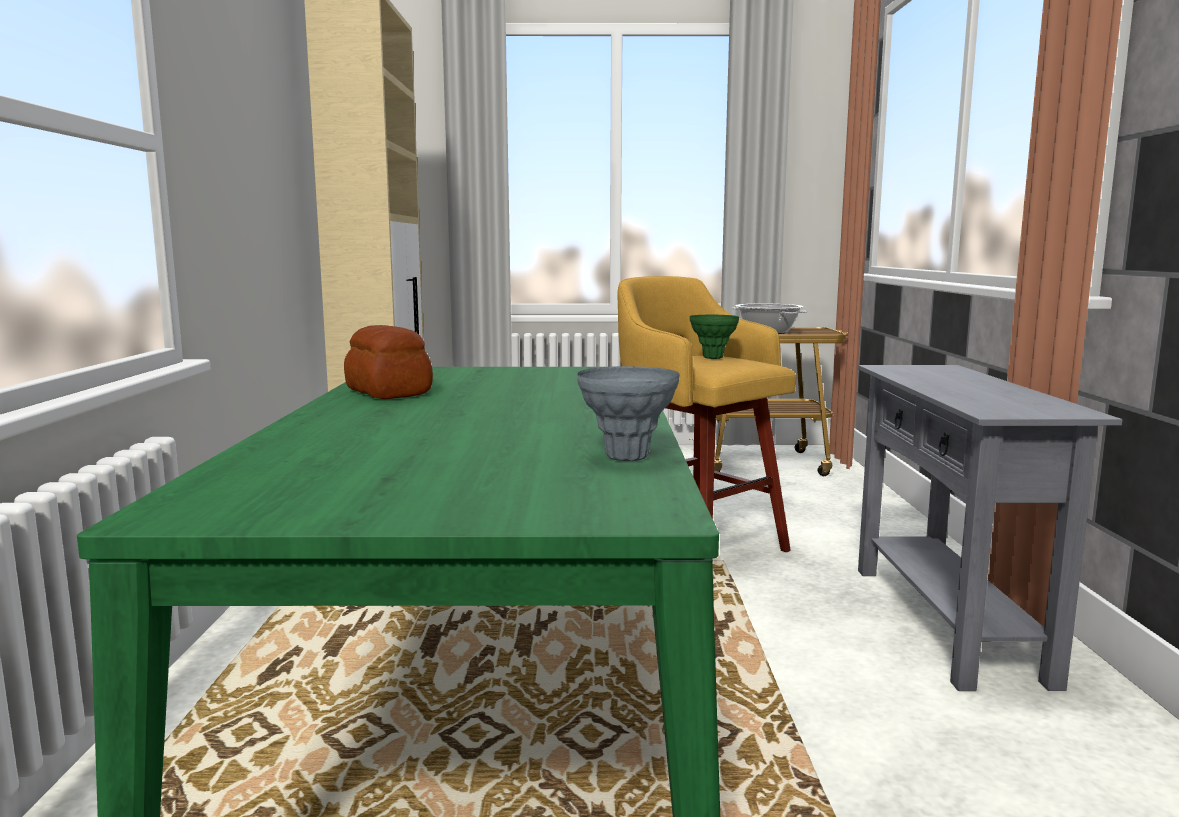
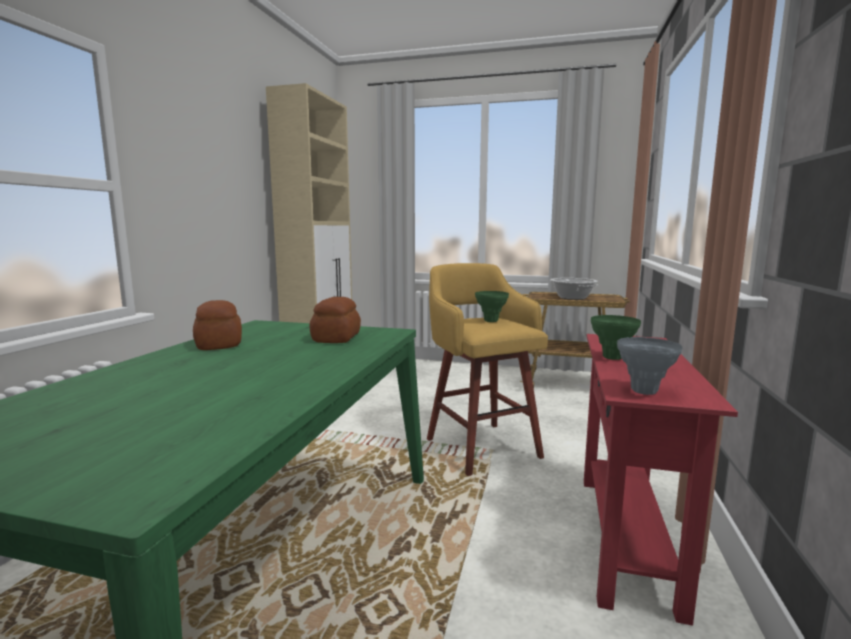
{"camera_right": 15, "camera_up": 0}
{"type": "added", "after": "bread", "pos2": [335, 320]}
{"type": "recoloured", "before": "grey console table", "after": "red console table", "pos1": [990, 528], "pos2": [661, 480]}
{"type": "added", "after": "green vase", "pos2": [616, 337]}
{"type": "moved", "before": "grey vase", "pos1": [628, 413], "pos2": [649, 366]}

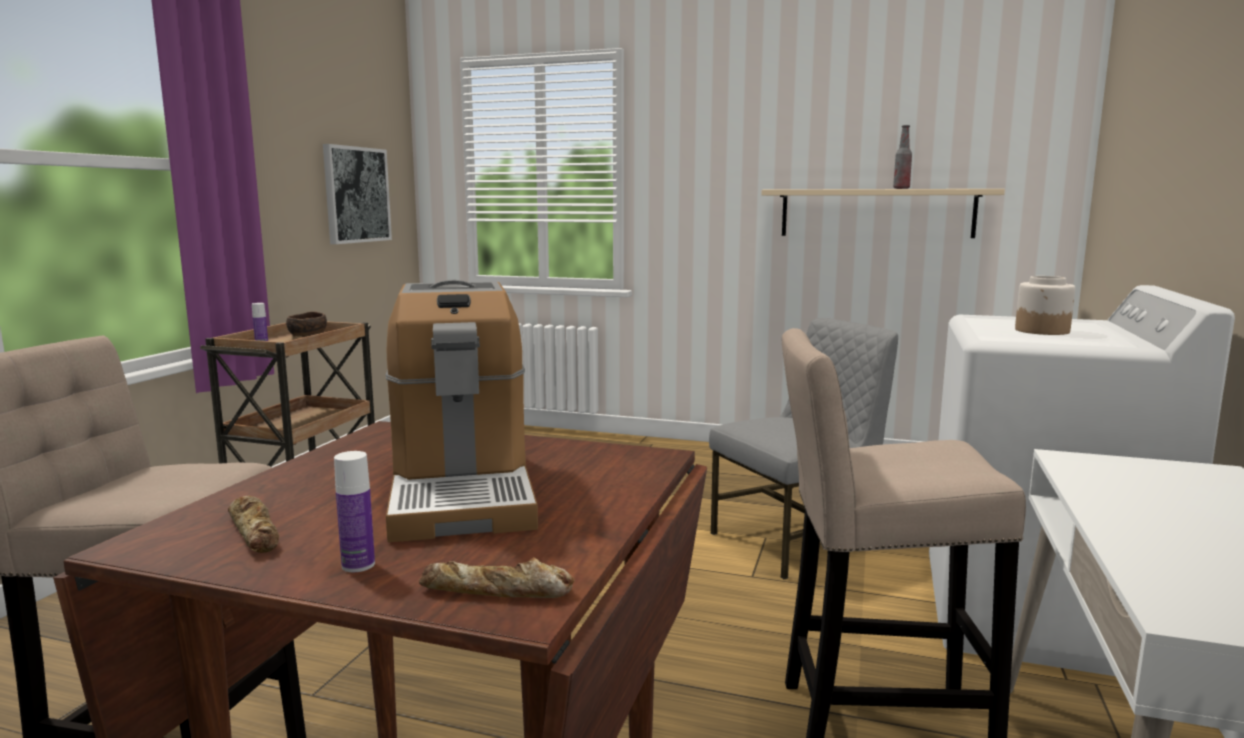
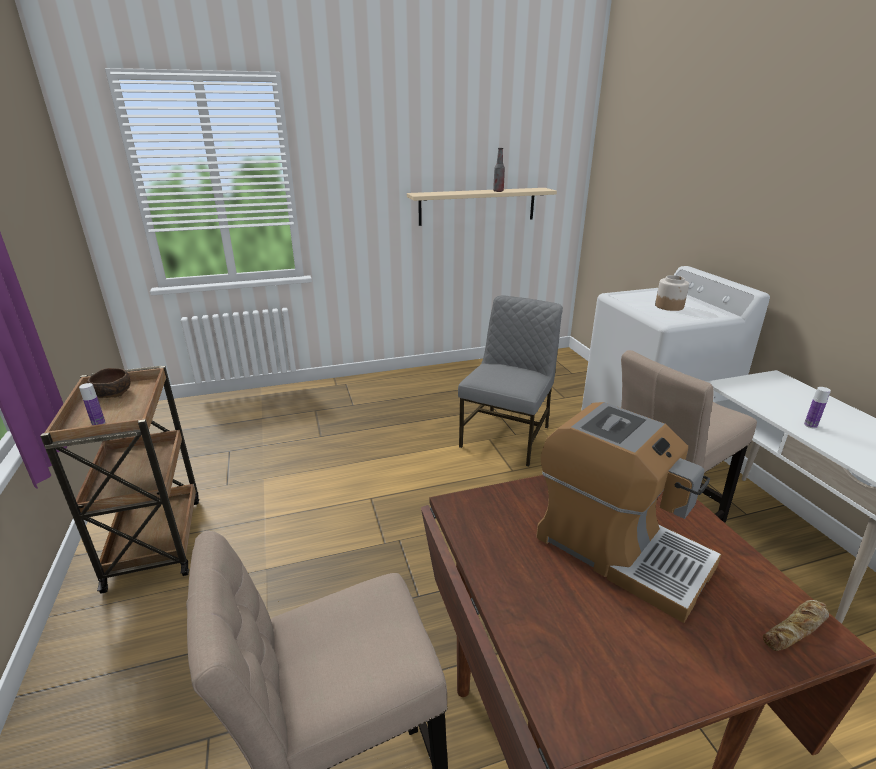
{"camera_right": -35, "camera_up": 15}
{"type": "moved", "before": "bottle", "pos1": [354, 511], "pos2": [817, 407]}
{"type": "removed", "before": "bread", "pos1": [253, 524]}
{"type": "removed", "before": "picture", "pos1": [357, 194]}

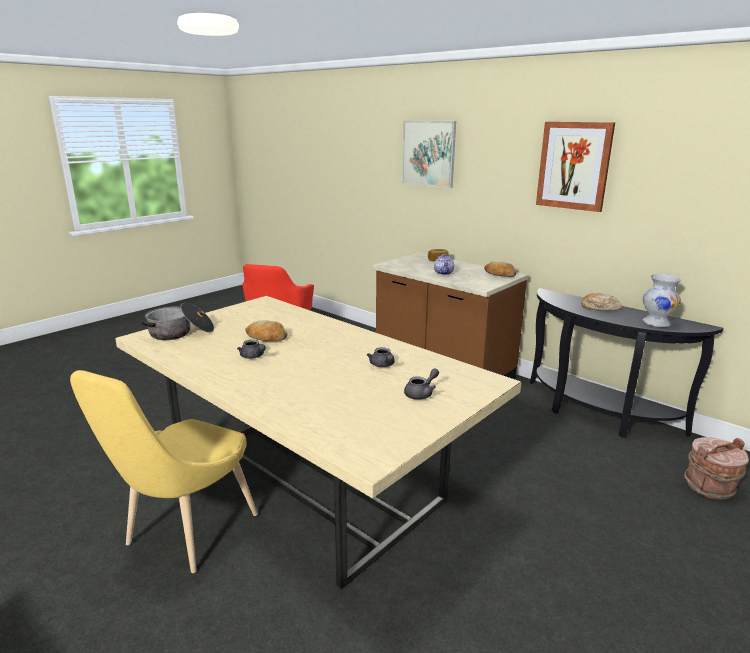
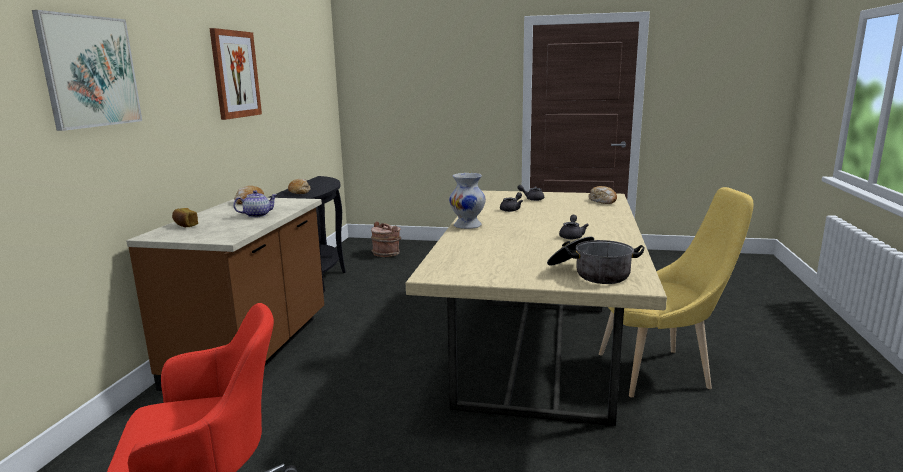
{"camera_right": -120, "camera_up": -5}
{"type": "moved", "before": "white vase", "pos1": [662, 300], "pos2": [467, 201]}
{"type": "moved", "before": "bread", "pos1": [266, 330], "pos2": [602, 195]}

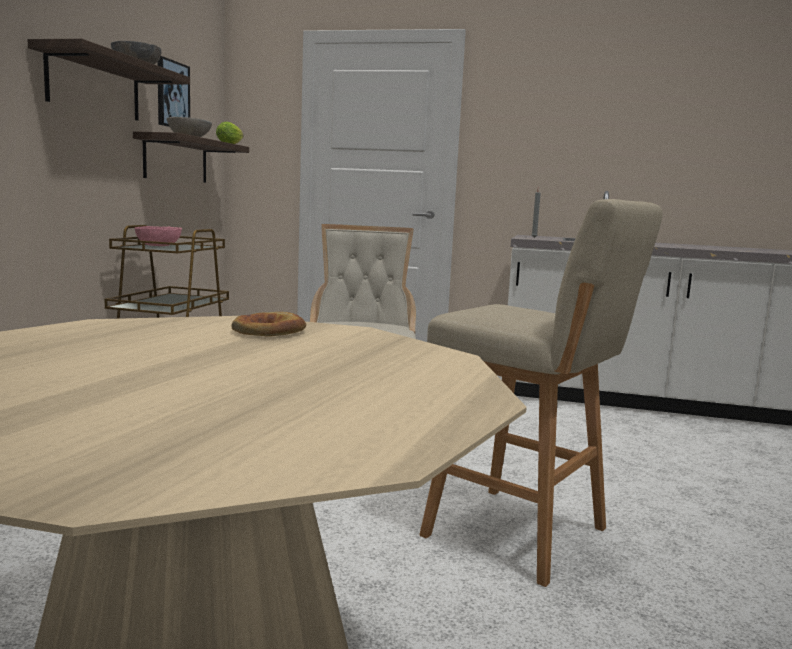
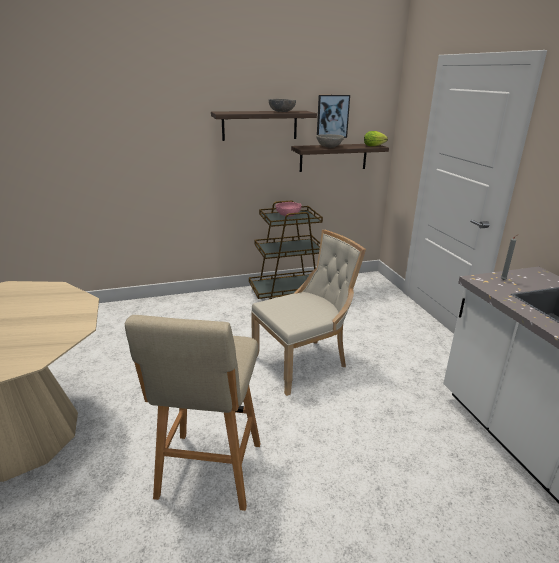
{"camera_right": 60, "camera_up": 15}
{"type": "removed", "before": "bread", "pos1": [268, 324]}

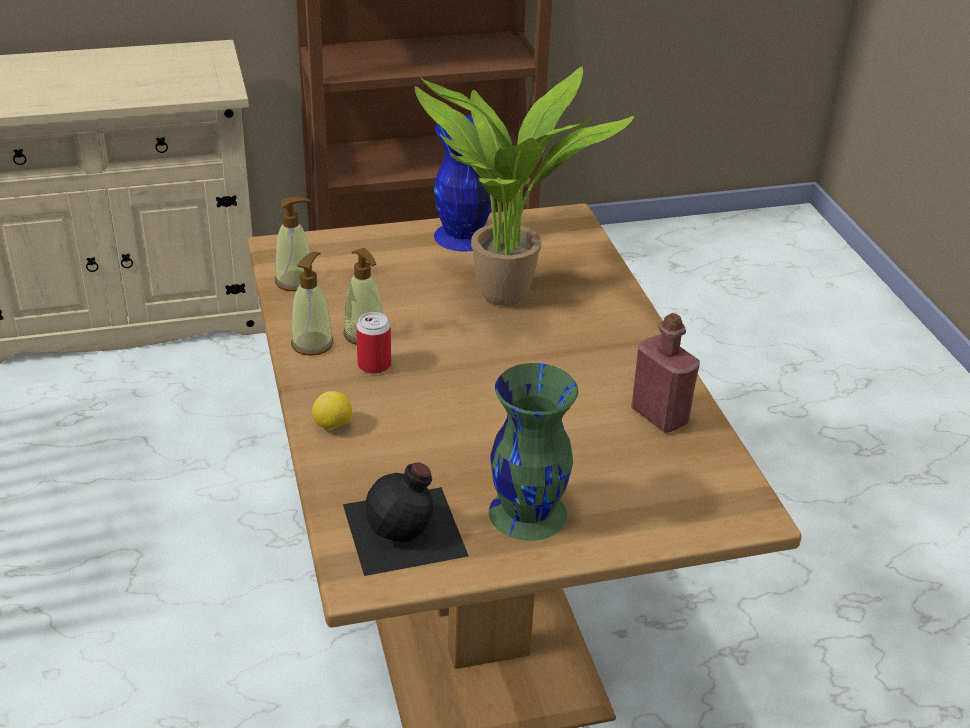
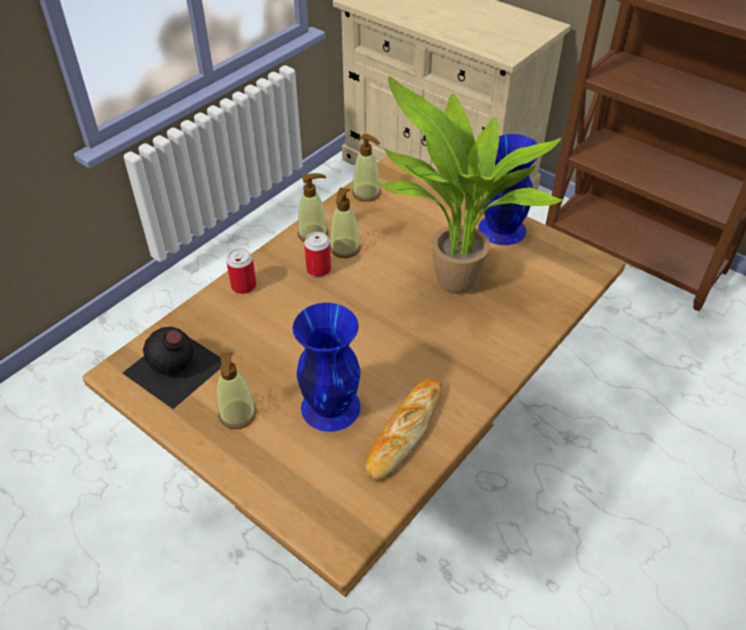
{"camera_right": 55, "camera_up": 10}
{"type": "replaced", "before": "green vase", "after": "soap dispenser", "pos1": [533, 452], "pos2": [237, 390]}
{"type": "replaced", "before": "lemon", "after": "can", "pos1": [332, 410], "pos2": [241, 271]}
{"type": "added", "after": "blue vase", "pos2": [326, 367]}
{"type": "replaced", "before": "red bottle", "after": "bread", "pos1": [665, 373], "pos2": [403, 429]}

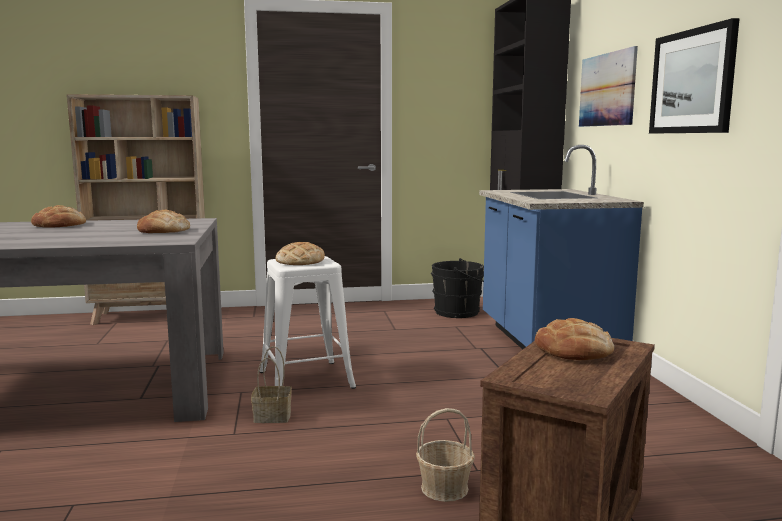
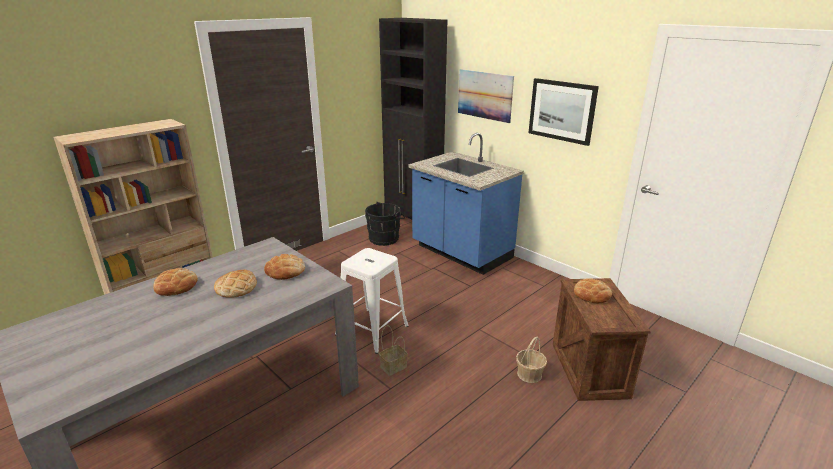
{"camera_right": -35, "camera_up": 15}
{"type": "moved", "before": "bread", "pos1": [300, 253], "pos2": [235, 283]}

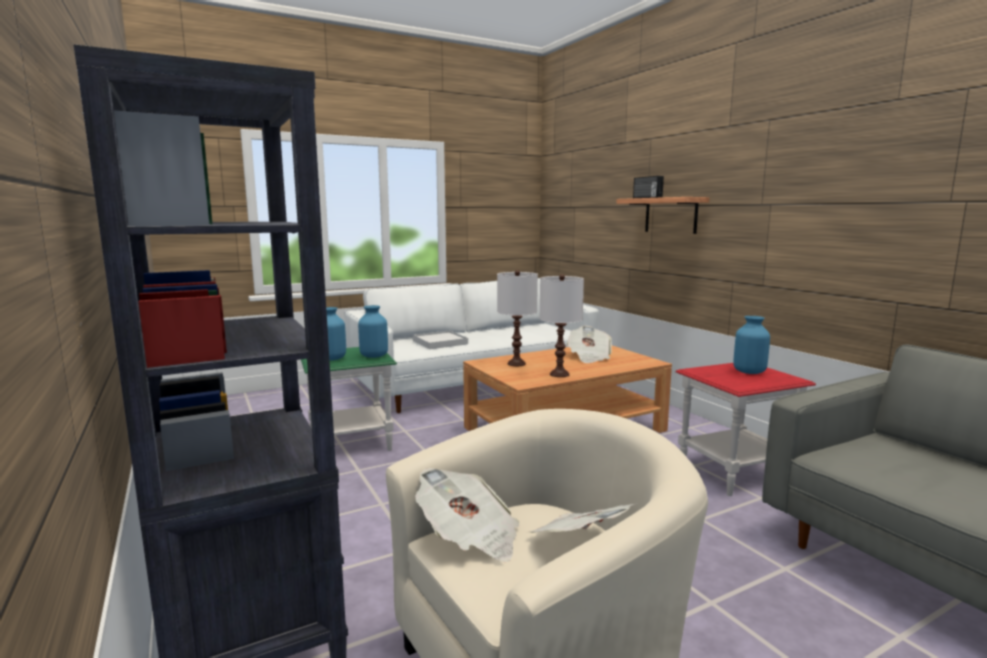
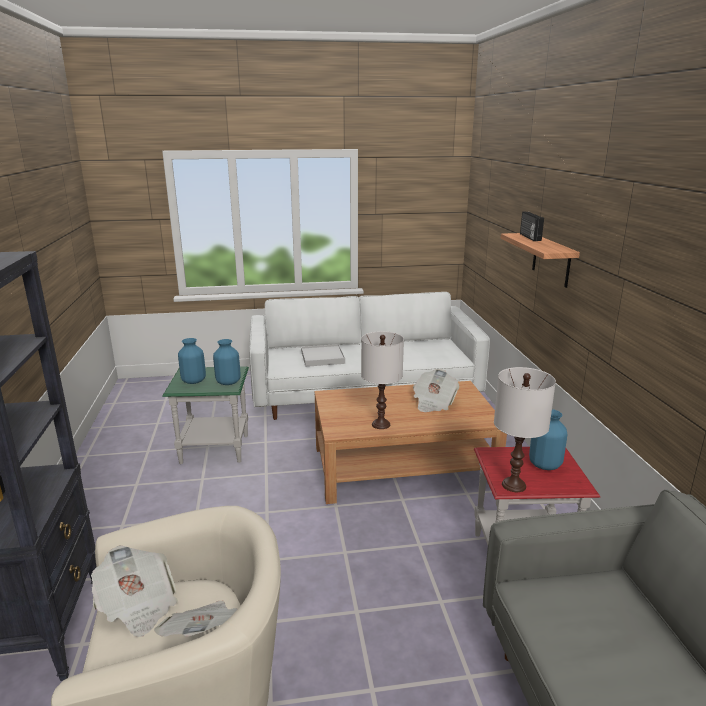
{"camera_right": 20, "camera_up": 10}
{"type": "moved", "before": "white table lamp", "pos1": [517, 318], "pos2": [525, 429]}

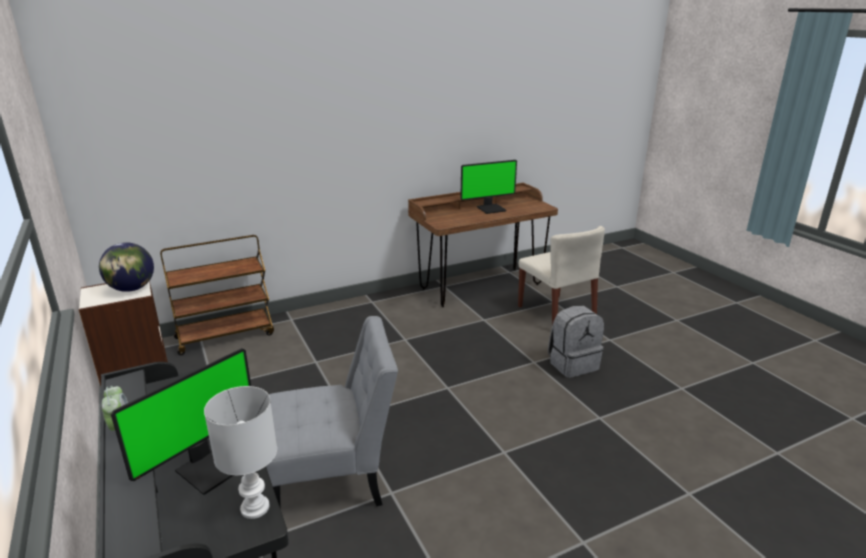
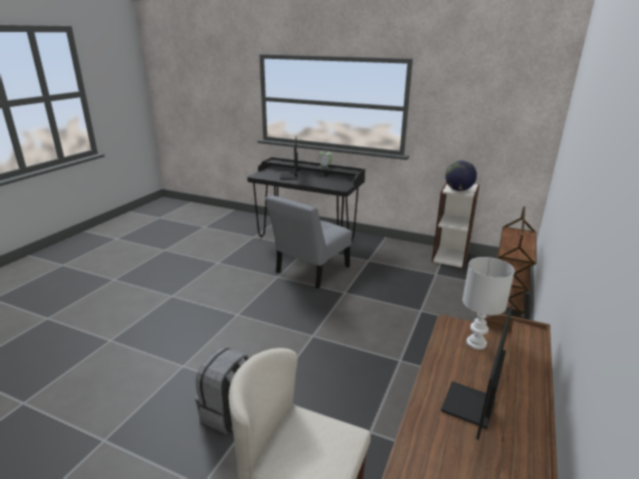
{"camera_right": 140, "camera_up": 0}
{"type": "moved", "before": "white table lamp", "pos1": [240, 452], "pos2": [489, 303]}

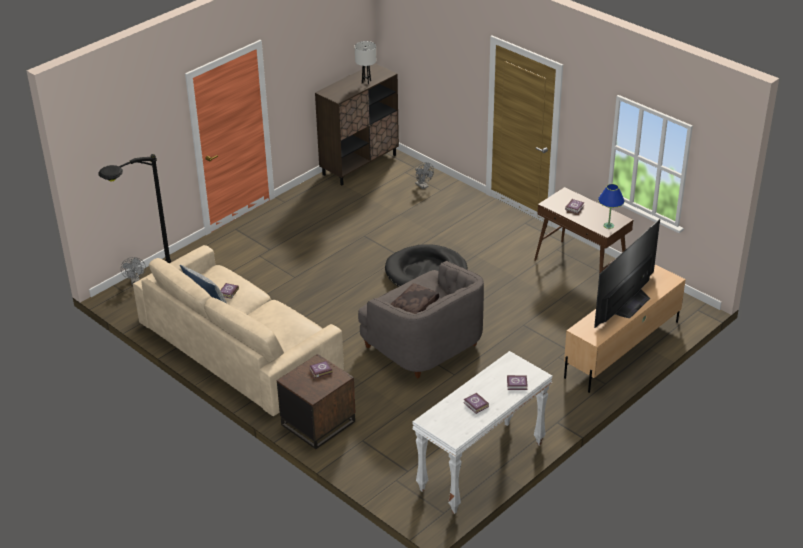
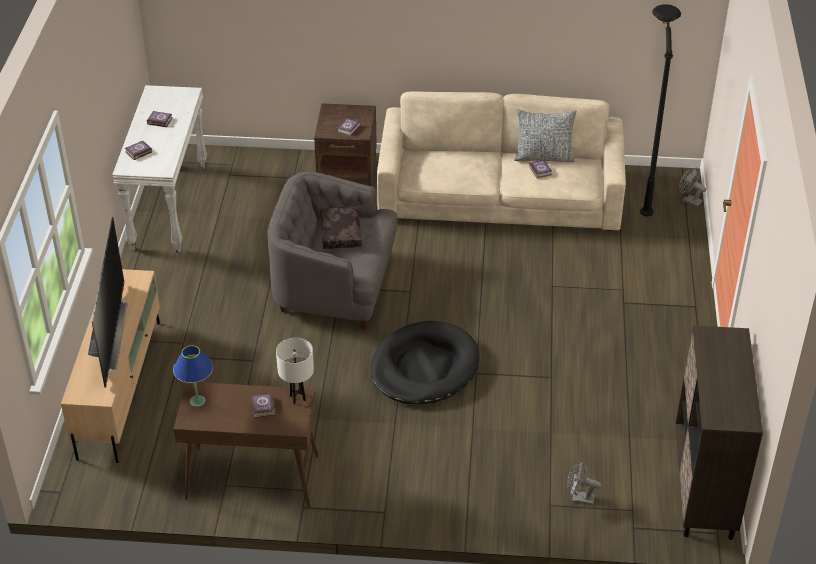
{"camera_right": 140, "camera_up": 5}
{"type": "moved", "before": "white table lamp", "pos1": [365, 62], "pos2": [295, 371]}

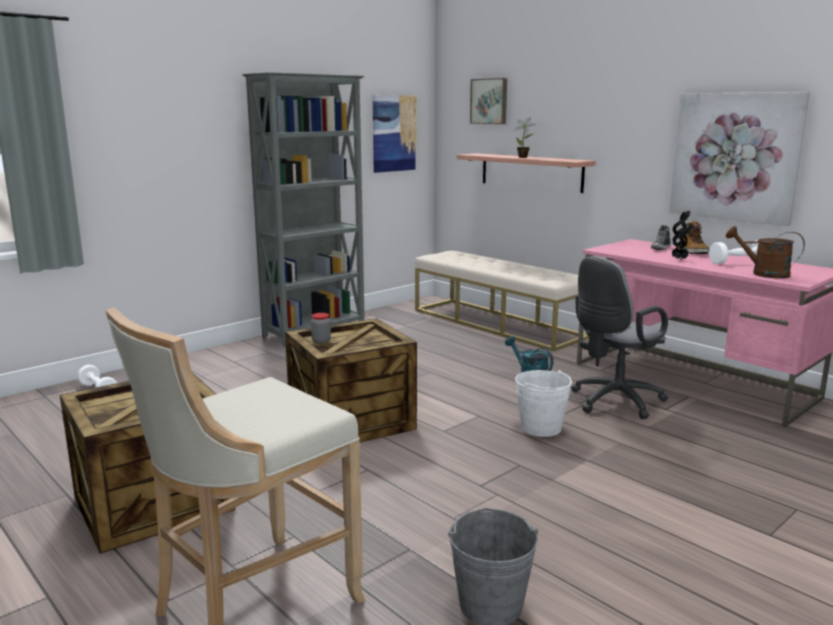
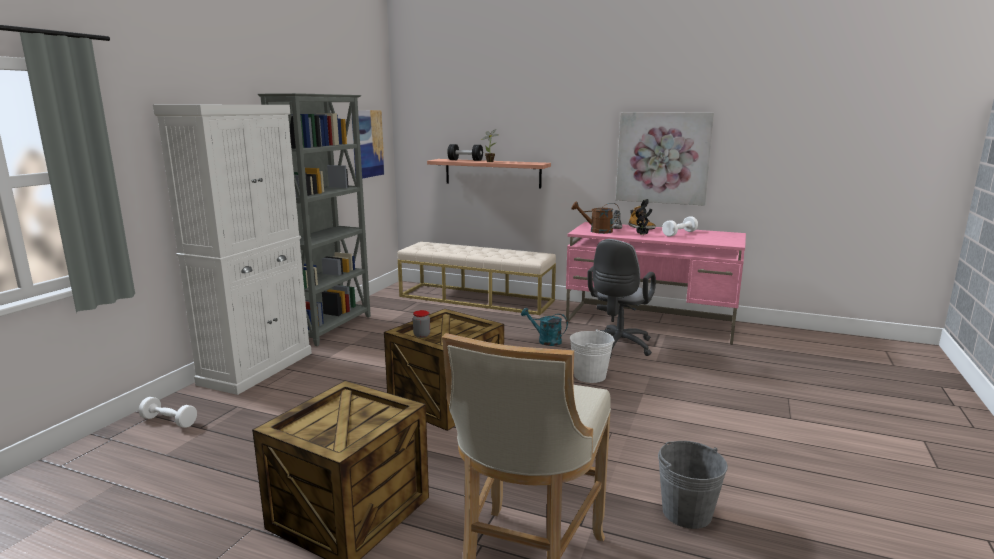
{"camera_right": -25, "camera_up": 0}
{"type": "added", "after": "white cabinet", "pos2": [232, 250]}
{"type": "added", "after": "black dumbbell", "pos2": [465, 152]}
{"type": "moved", "before": "brown watering can", "pos1": [765, 252], "pos2": [595, 218]}
{"type": "removed", "before": "picture", "pos1": [488, 101]}

